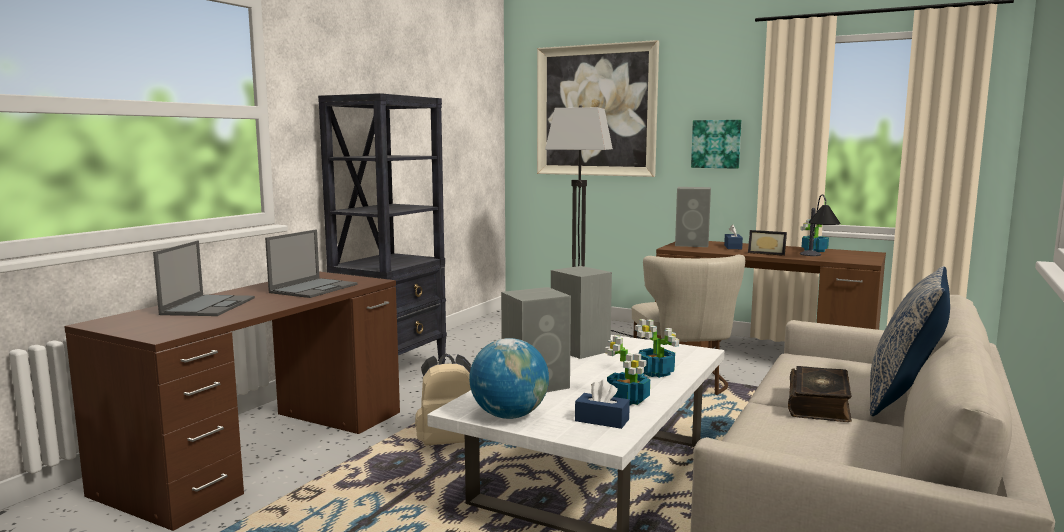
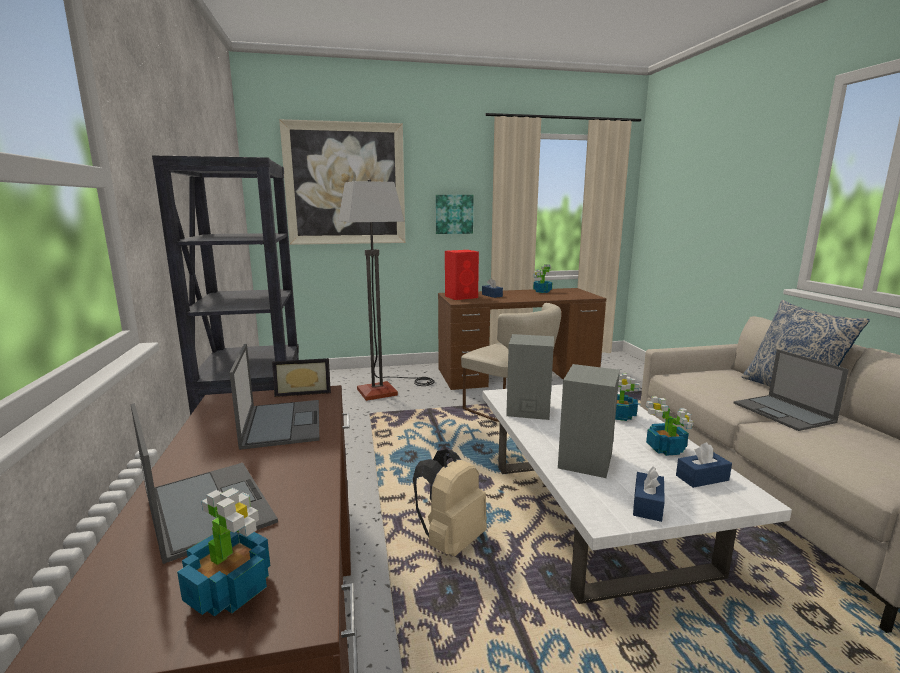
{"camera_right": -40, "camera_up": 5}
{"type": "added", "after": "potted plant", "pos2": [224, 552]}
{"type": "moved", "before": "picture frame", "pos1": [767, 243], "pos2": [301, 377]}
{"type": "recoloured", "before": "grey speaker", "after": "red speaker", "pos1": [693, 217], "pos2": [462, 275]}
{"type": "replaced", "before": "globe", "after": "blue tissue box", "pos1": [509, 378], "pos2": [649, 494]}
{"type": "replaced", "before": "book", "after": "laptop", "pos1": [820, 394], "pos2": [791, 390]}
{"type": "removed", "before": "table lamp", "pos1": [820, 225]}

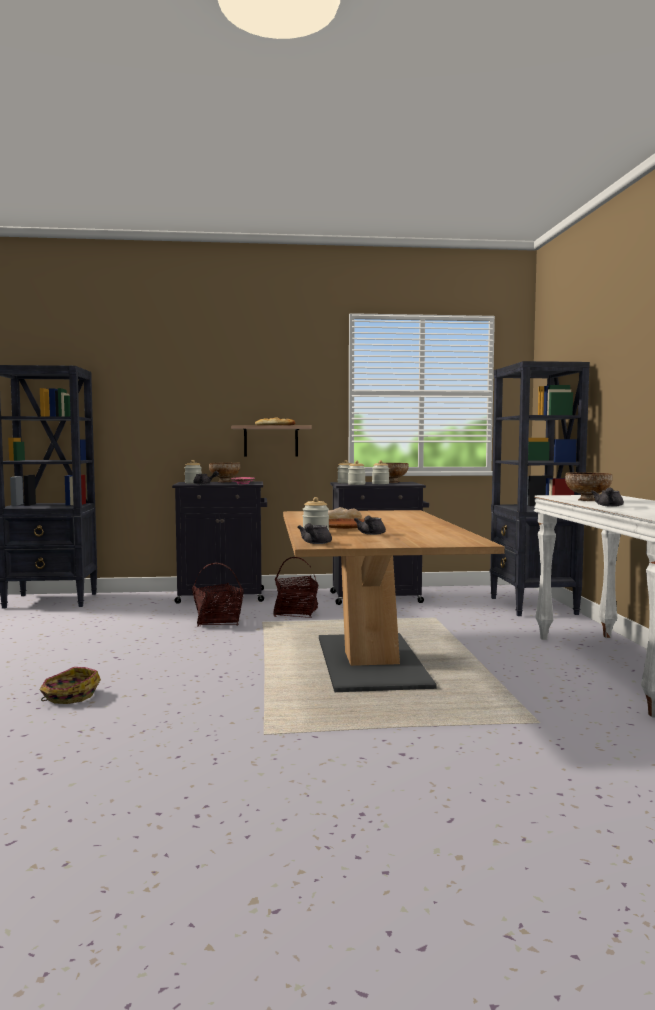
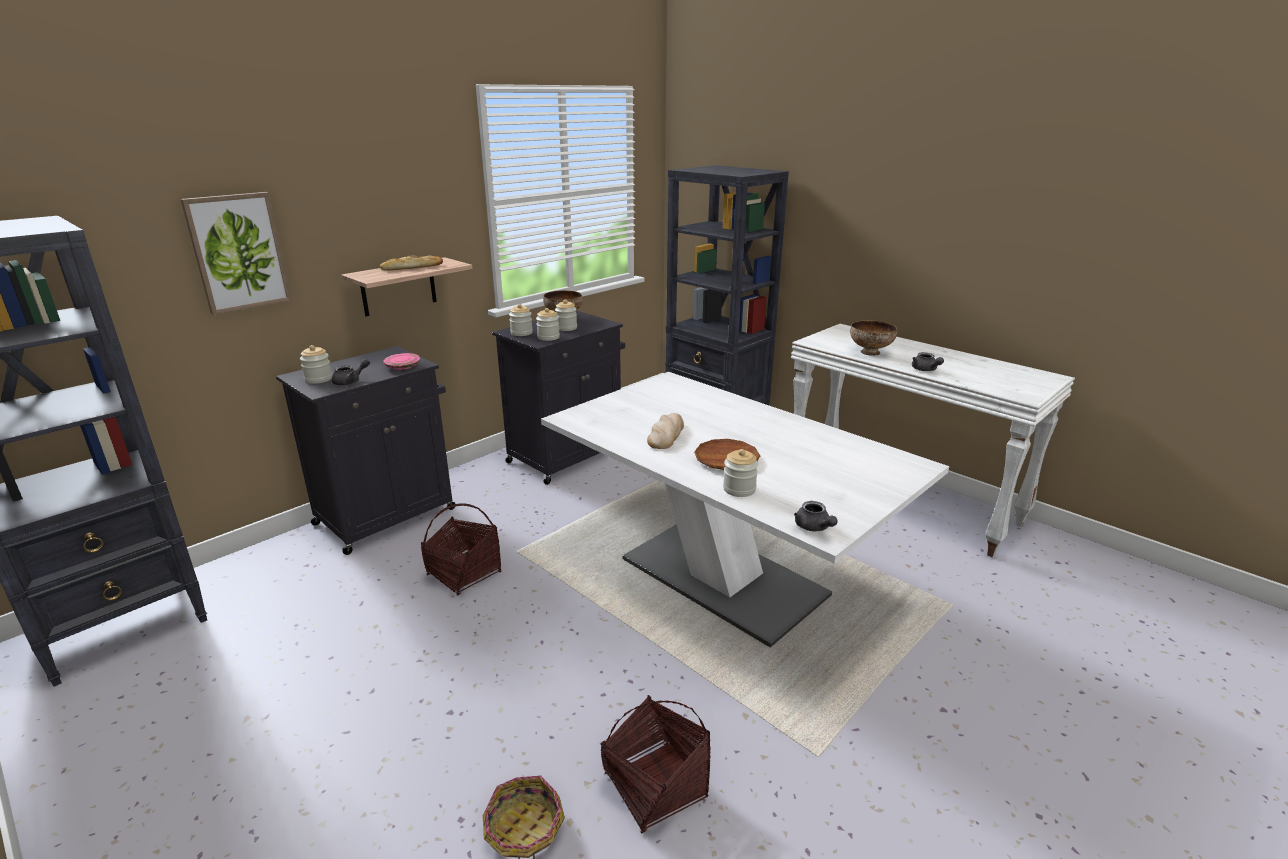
{"camera_right": -40, "camera_up": 20}
{"type": "added", "after": "picture", "pos2": [236, 253]}
{"type": "recoloured", "before": "brown dining table", "after": "white dining table", "pos1": [394, 601], "pos2": [745, 510]}
{"type": "moved", "before": "basket", "pos1": [295, 587], "pos2": [655, 764]}
{"type": "removed", "before": "bowl", "pos1": [224, 472]}
{"type": "removed", "before": "grey teapot", "pos1": [370, 525]}

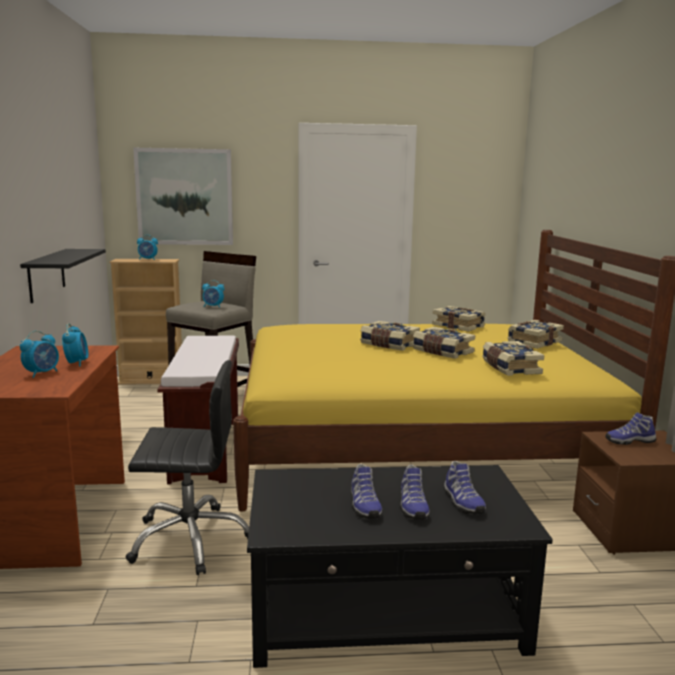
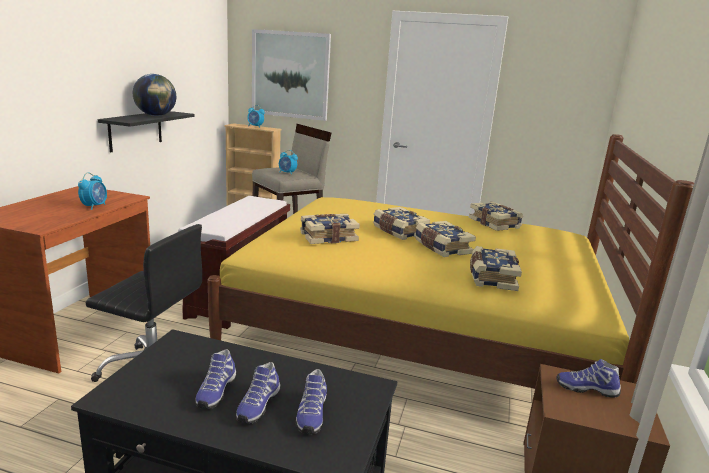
{"camera_right": 20, "camera_up": 5}
{"type": "added", "after": "globe", "pos2": [154, 95]}
{"type": "moved", "before": "book", "pos1": [535, 334], "pos2": [330, 229]}
{"type": "removed", "before": "alarm clock", "pos1": [39, 354]}

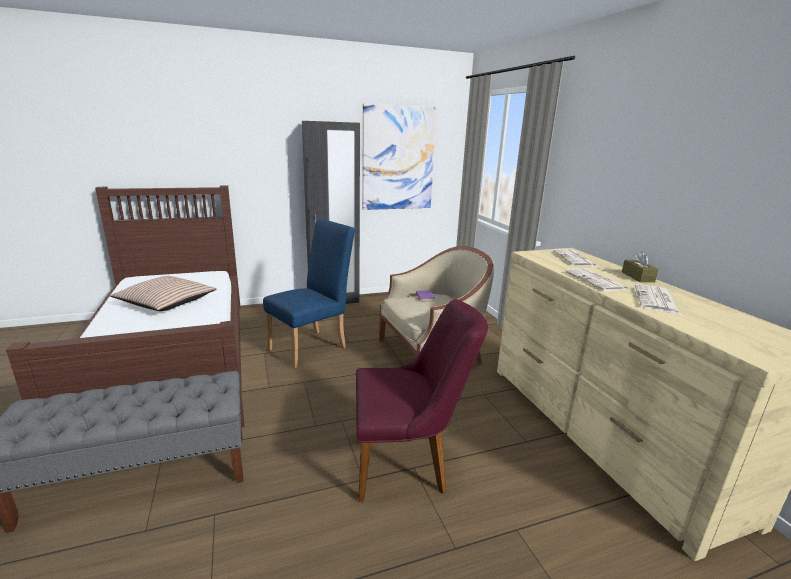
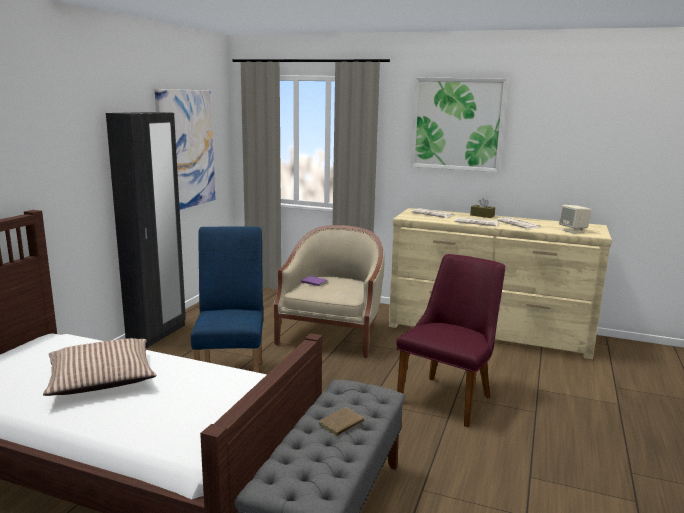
{"camera_right": -50, "camera_up": -5}
{"type": "added", "after": "brown book", "pos2": [344, 421]}
{"type": "added", "after": "picture", "pos2": [459, 125]}
{"type": "added", "after": "beige speaker", "pos2": [575, 219]}

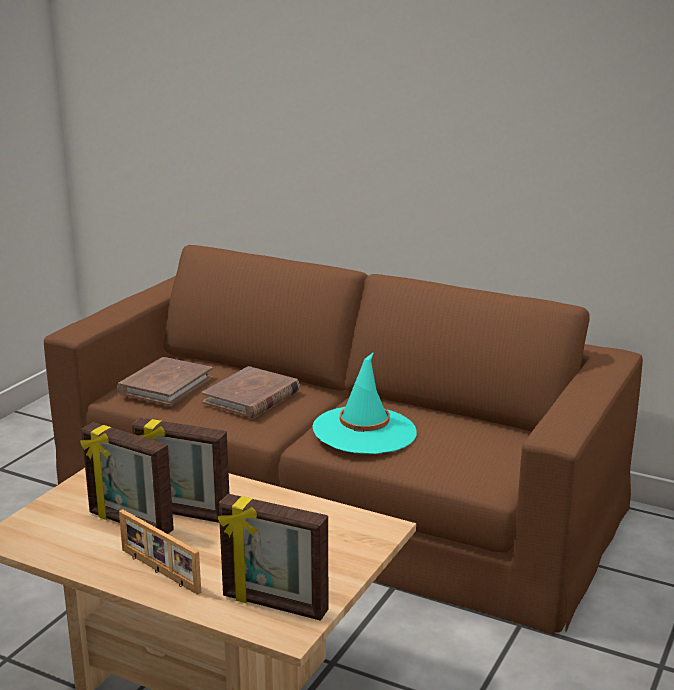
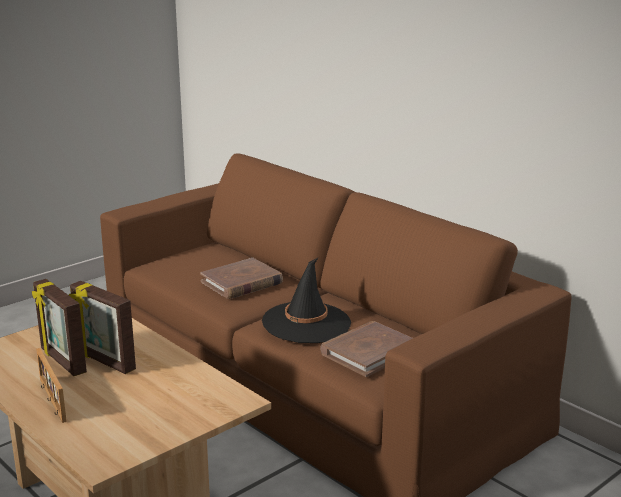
{"camera_right": 20, "camera_up": 0}
{"type": "recoloured", "before": "turquoise hat", "after": "black hat", "pos1": [364, 403], "pos2": [306, 300]}
{"type": "moved", "before": "brown book", "pos1": [165, 381], "pos2": [366, 349]}
{"type": "removed", "before": "picture frame", "pos1": [273, 557]}

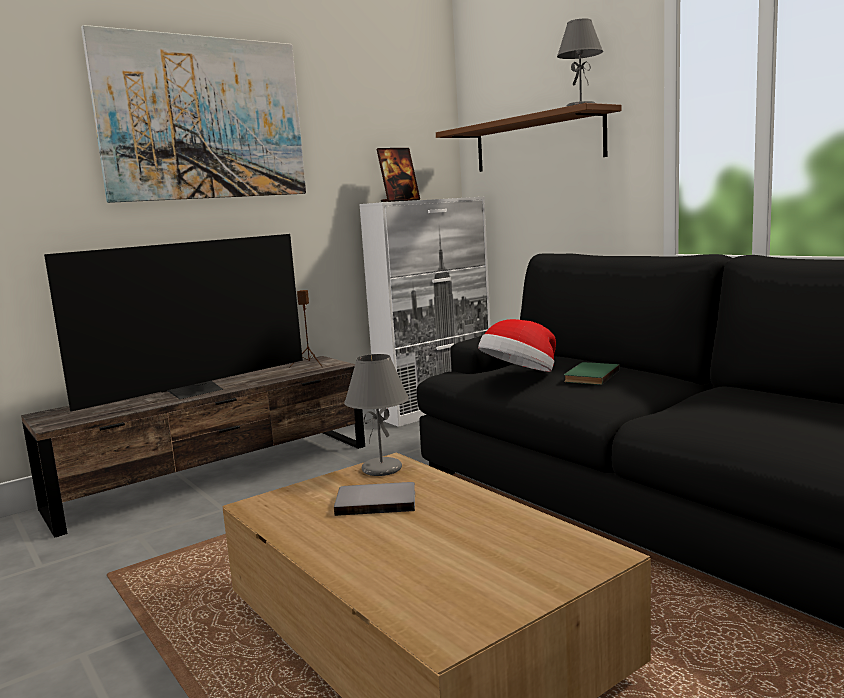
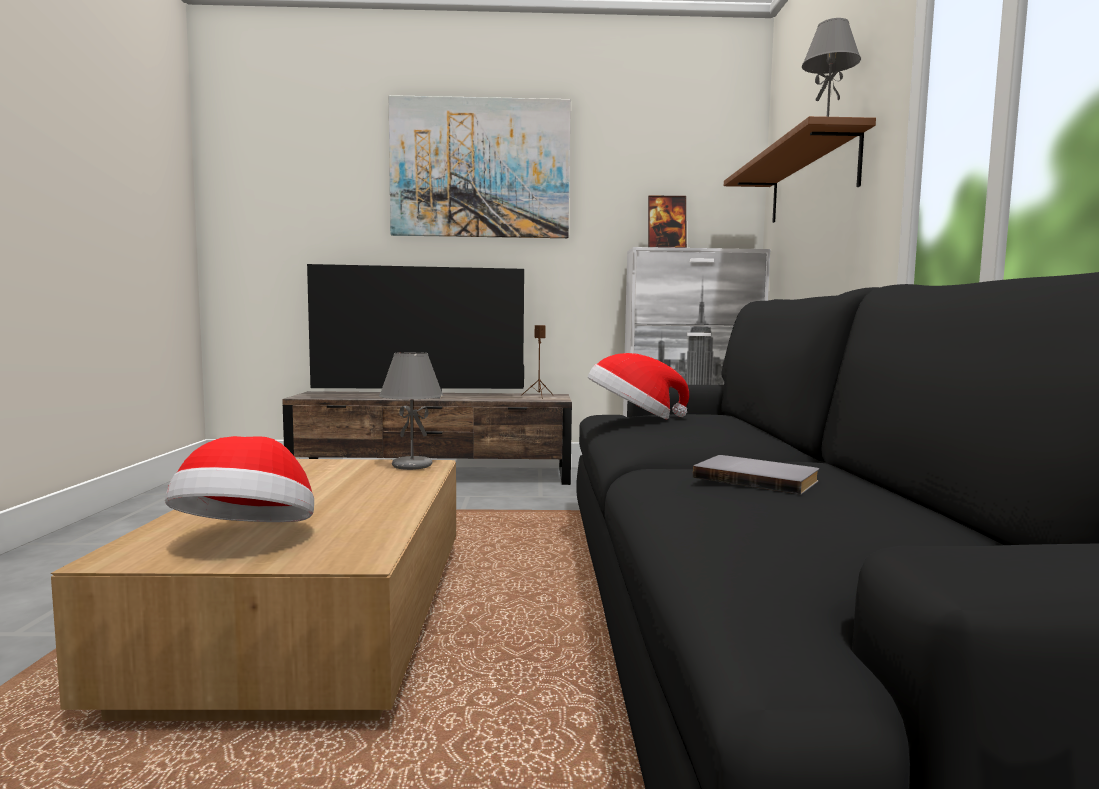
{"camera_right": 35, "camera_up": -5}
{"type": "added", "after": "hat", "pos2": [239, 479]}
{"type": "moved", "before": "grey book", "pos1": [374, 499], "pos2": [756, 475]}
{"type": "removed", "before": "green book", "pos1": [592, 373]}

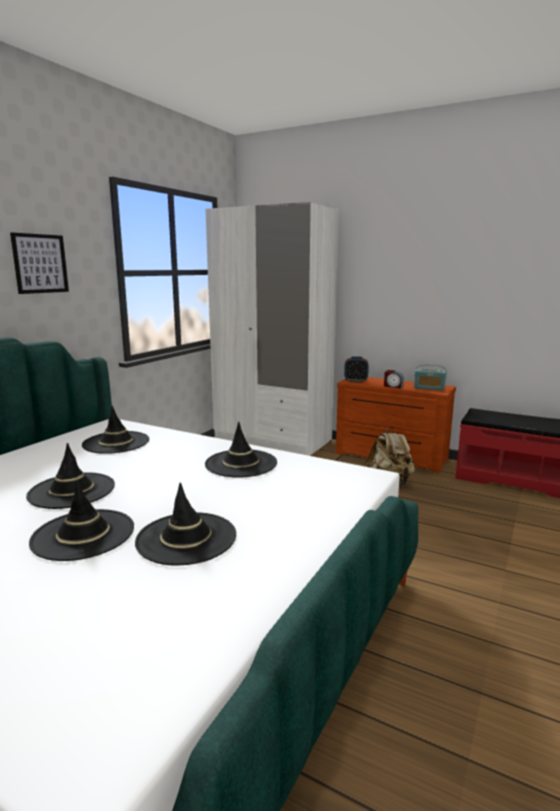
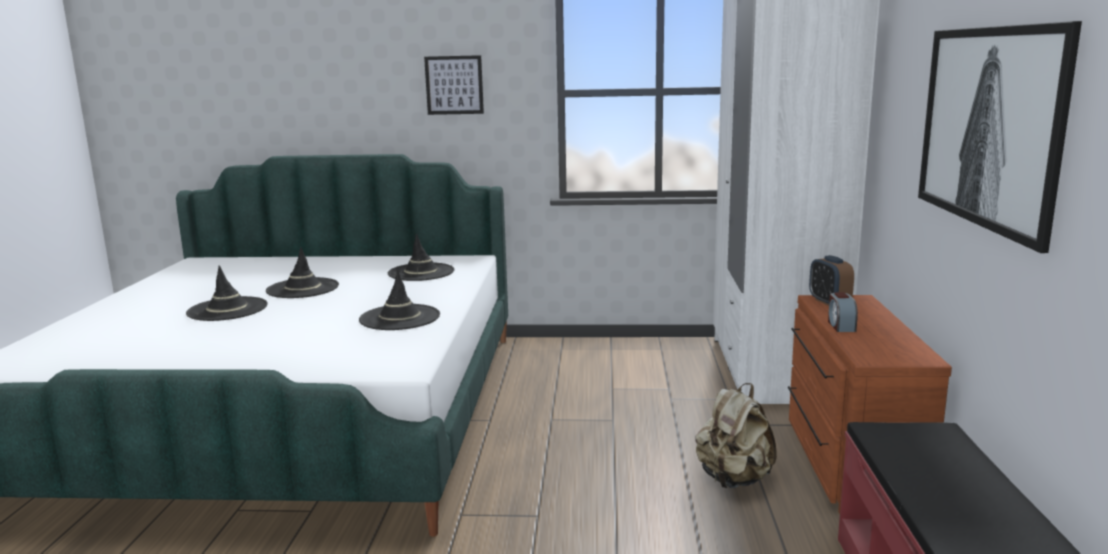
{"camera_right": 65, "camera_up": 0}
{"type": "added", "after": "picture", "pos2": [1000, 137]}
{"type": "removed", "before": "black hat", "pos1": [185, 524]}
{"type": "removed", "before": "radio", "pos1": [430, 377]}

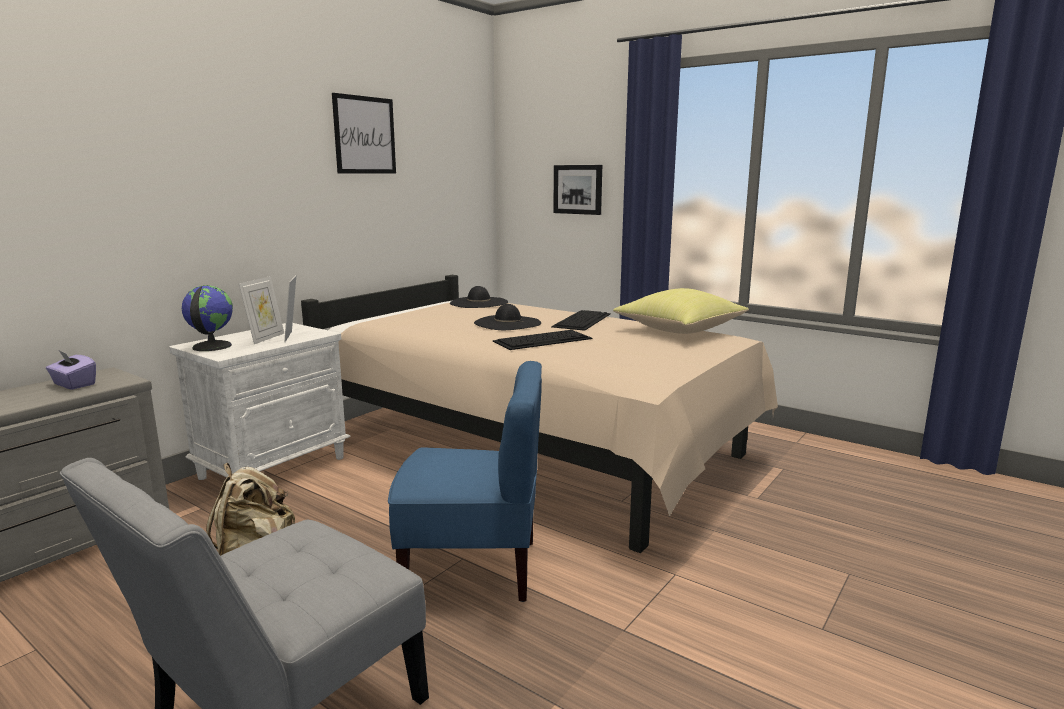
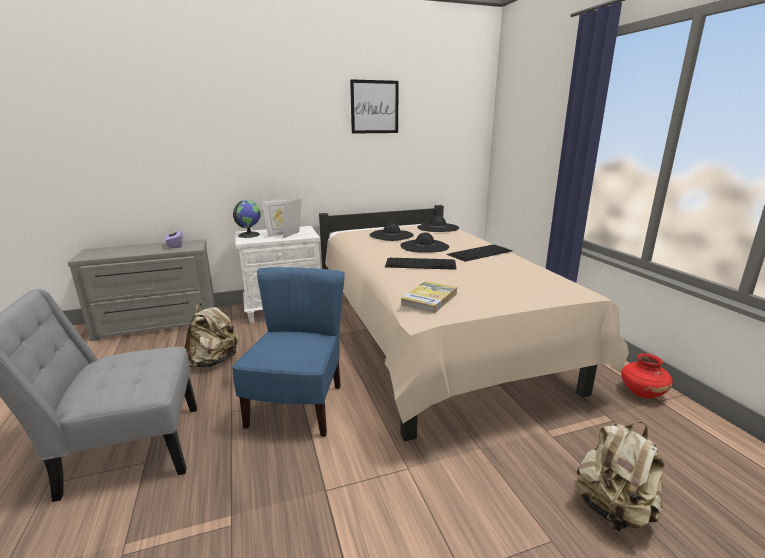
{"camera_right": 35, "camera_up": 5}
{"type": "turned", "before": "blue chair", "pos1": [465, 481], "pos2": [288, 352], "turn": -120}
{"type": "added", "after": "black hat", "pos2": [392, 232]}
{"type": "added", "after": "book", "pos2": [428, 297]}
{"type": "added", "after": "beige backpack", "pos2": [620, 476]}
{"type": "added", "after": "red vase", "pos2": [647, 376]}
{"type": "removed", "before": "picture", "pos1": [577, 190]}
{"type": "removed", "before": "yellow pillow", "pos1": [681, 311]}

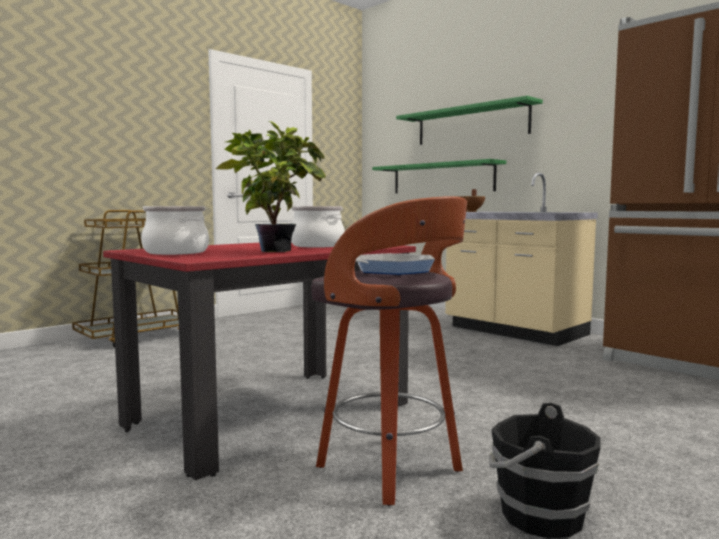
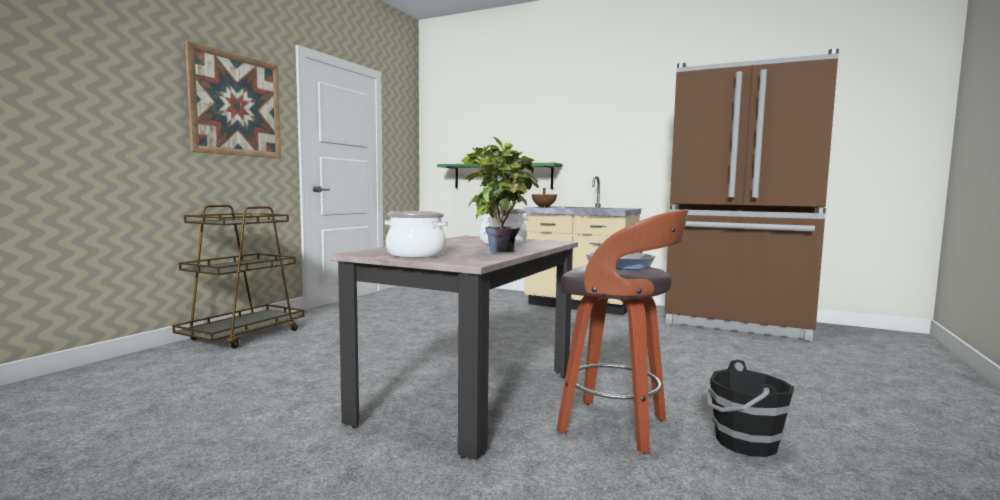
{"camera_right": -20, "camera_up": 0}
{"type": "added", "after": "picture", "pos2": [232, 100]}
{"type": "recoloured", "before": "red dining table", "after": "beige dining table", "pos1": [259, 361], "pos2": [454, 348]}
{"type": "removed", "before": "green shelf", "pos1": [469, 120]}

